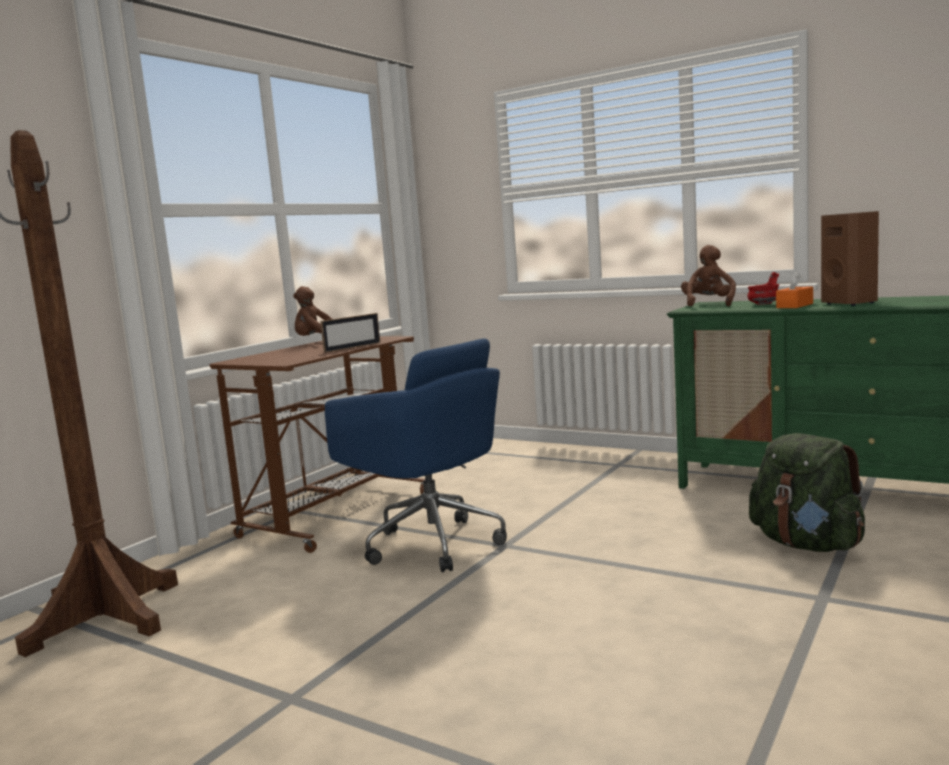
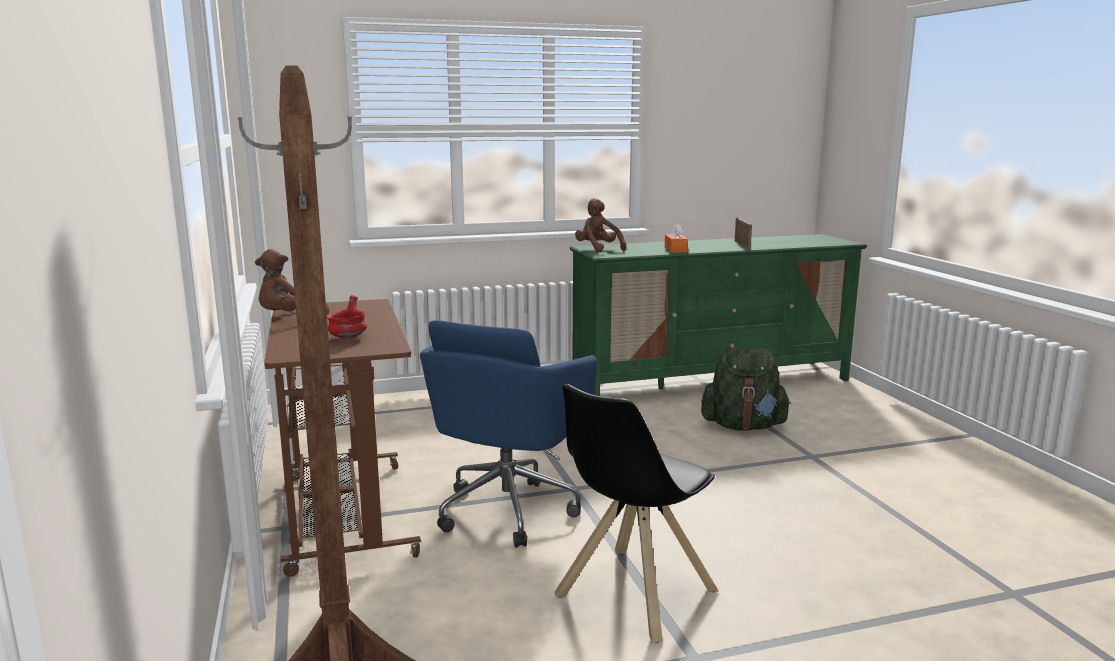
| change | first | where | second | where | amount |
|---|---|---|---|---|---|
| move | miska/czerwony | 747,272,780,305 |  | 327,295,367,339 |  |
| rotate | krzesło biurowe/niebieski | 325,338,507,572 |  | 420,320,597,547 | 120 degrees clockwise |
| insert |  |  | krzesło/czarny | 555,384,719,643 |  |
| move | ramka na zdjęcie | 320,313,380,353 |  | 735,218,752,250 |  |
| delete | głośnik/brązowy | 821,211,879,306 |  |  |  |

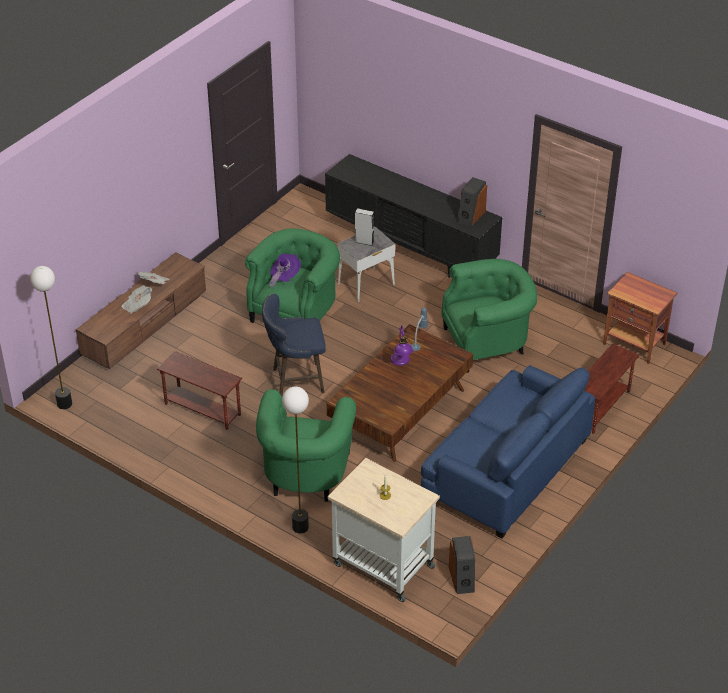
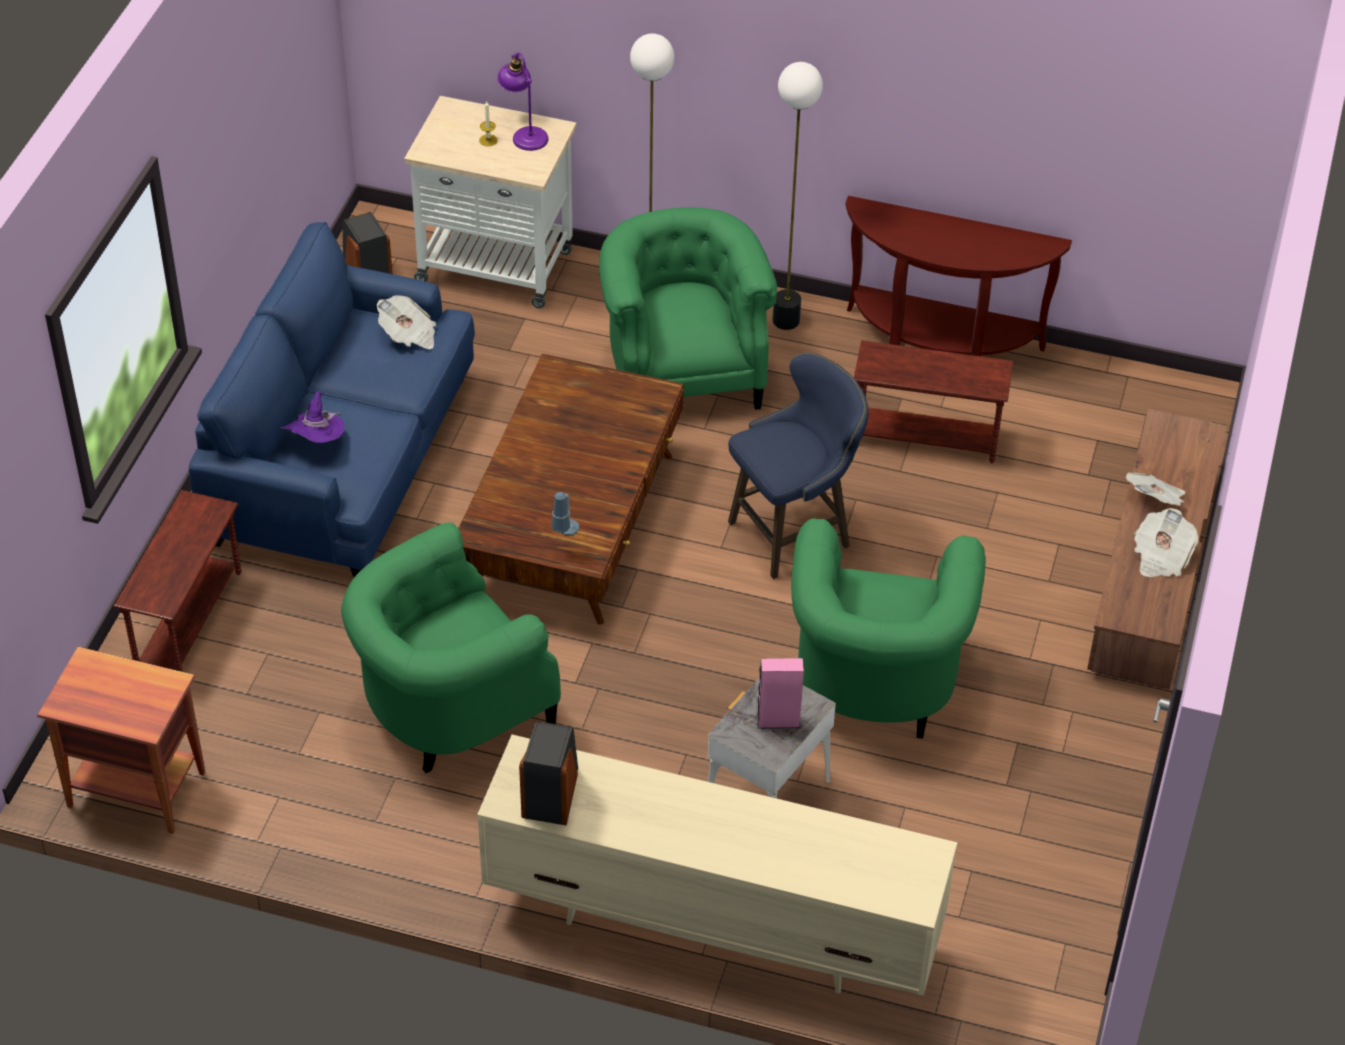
| change | first | where | second | where | amount |
|---|---|---|---|---|---|
| move | kapelusz/fioletowy | 269,254,301,289 |  | 280,391,344,443 |  |
| insert |  |  | gazeta | 377,295,436,349 |  |
| recolor | szafka/czarny | 325,154,503,278 | szafka/beżowy | 477,734,958,996 |  |
| move | lampa stołowa/fioletowy | 390,325,413,366 |  | 497,53,549,151 |  |
| recolor | głośnik/szary | 355,208,374,246 | głośnik/różowy | 757,658,804,728 |  |
| move | lampa stojąca | 30,266,72,409 |  | 773,62,823,330 |  |
| insert |  |  | stolik konsolowy/brązowy | 845,196,1072,356 |  |

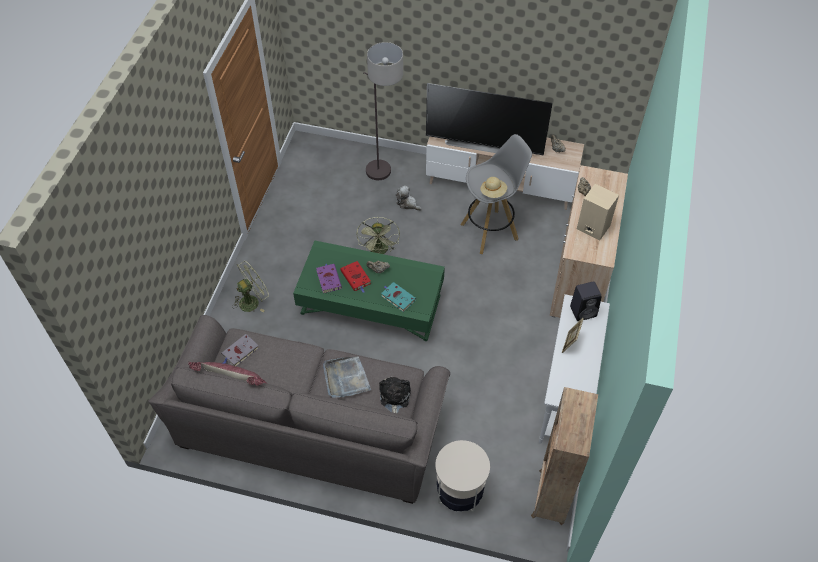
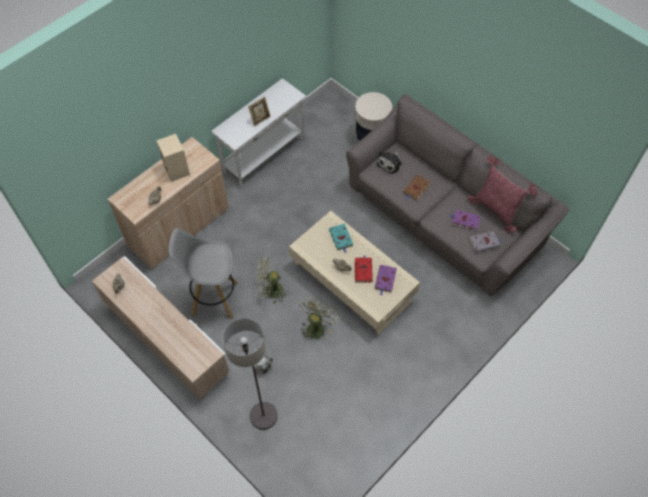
| change | first | where | second | where | amount |
|---|---|---|---|---|---|
| move | wentylator/zielony | 232,261,269,312 |  | 257,257,289,303 |  |
| recolor | ława/zielony | 293,241,445,341 | ława/beżowy | 289,211,420,335 |  |
| replace | taca/szary | 323,356,371,398 | książka/brązowy | 403,175,430,200 |  |
| insert |  |  | książka/fioletowy | 449,210,481,231 |  |
| delete | telewizor | 426,83,553,155 |  |  |  |
| delete | kapelusz/beżowy | 480,177,507,198 |  |  |  |
| delete | regał/brązowy | 531,387,598,525 |  |  |  |
| delete | głośnik/czarny | 570,281,602,321 |  |  |  |

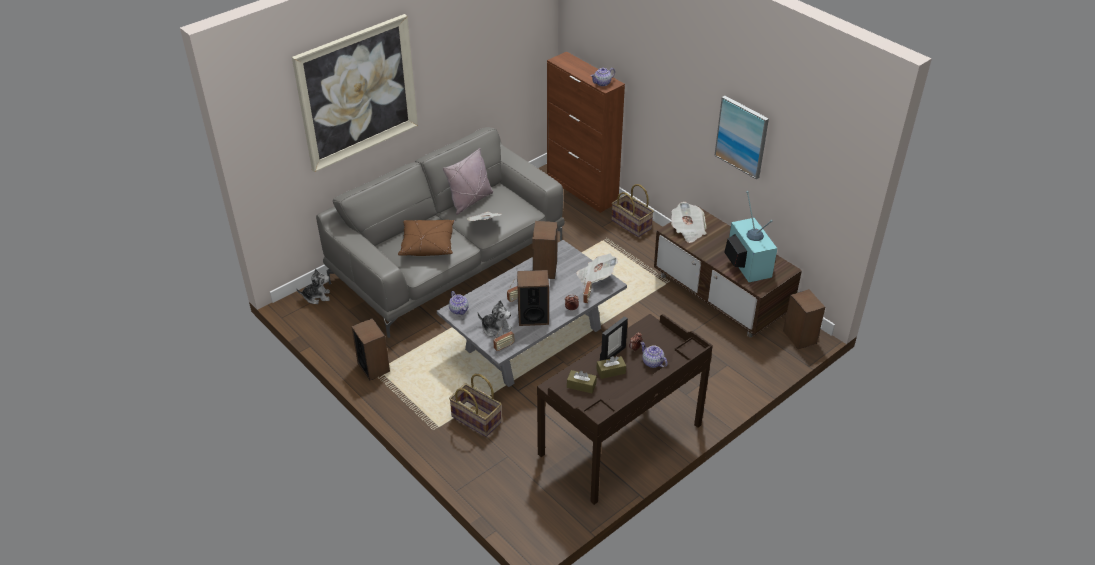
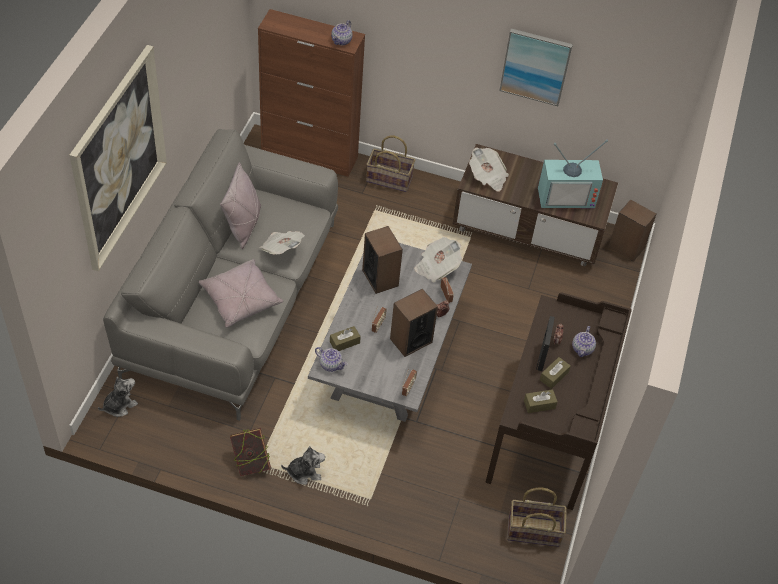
| change | first | where | second | where | amount |
|---|---|---|---|---|---|
| recolor | poduszka/brązowy | 398,220,455,256 | poduszka/fioletowy | 199,259,283,328 |  |
| replace | głośnik | 351,318,390,381 | książka | 230,428,271,476 |  |
| move | pluszak | 478,300,512,337 |  | 281,446,325,485 |  |
| insert |  |  | pudełko chusteczek/brązowy | 330,326,361,351 |  |
| move | koszyk | 449,374,501,437 |  | 507,487,567,547 |  |
| rotate | telewizor | 724,191,777,282 |  | 538,139,608,208 | 135 degrees clockwise |
| rotate | imbryk | 640,342,668,368 |  | 572,326,596,357 | 90 degrees counterclockwise |

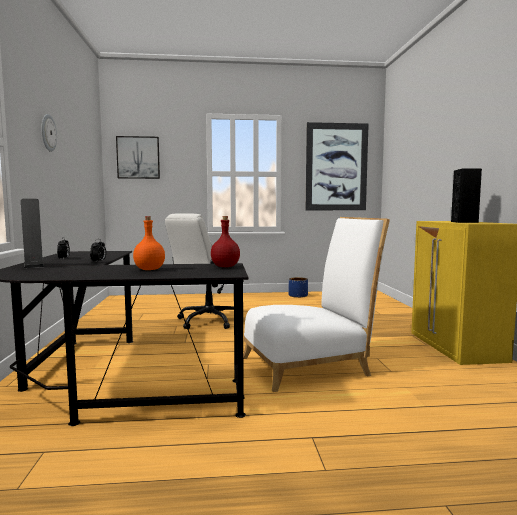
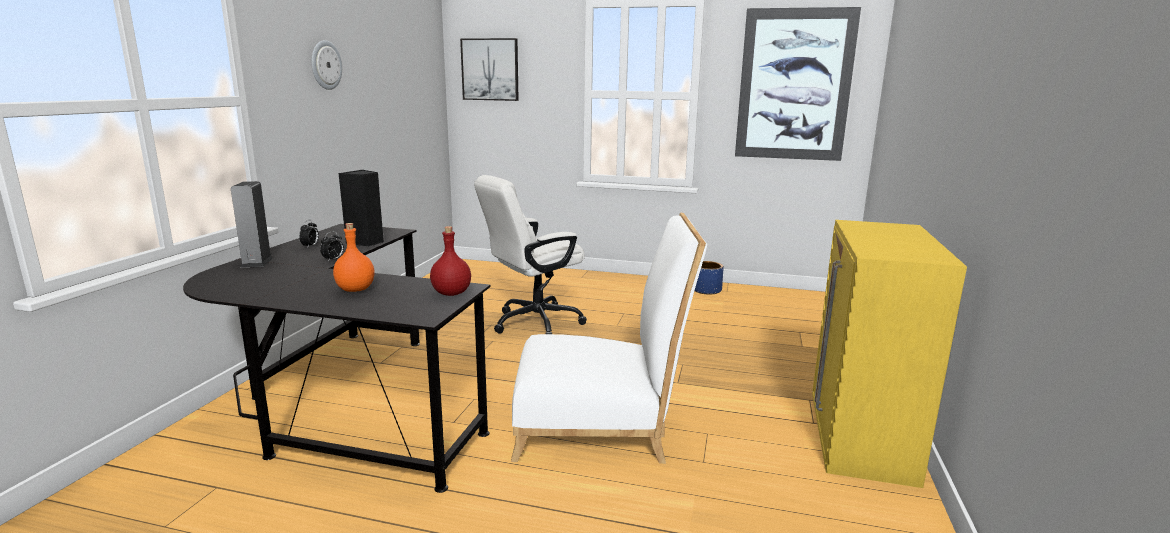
| change | first | where | second | where | amount |
|---|---|---|---|---|---|
| move | głośnik/czarny | 451,168,482,223 |  | 339,170,384,247 |  |

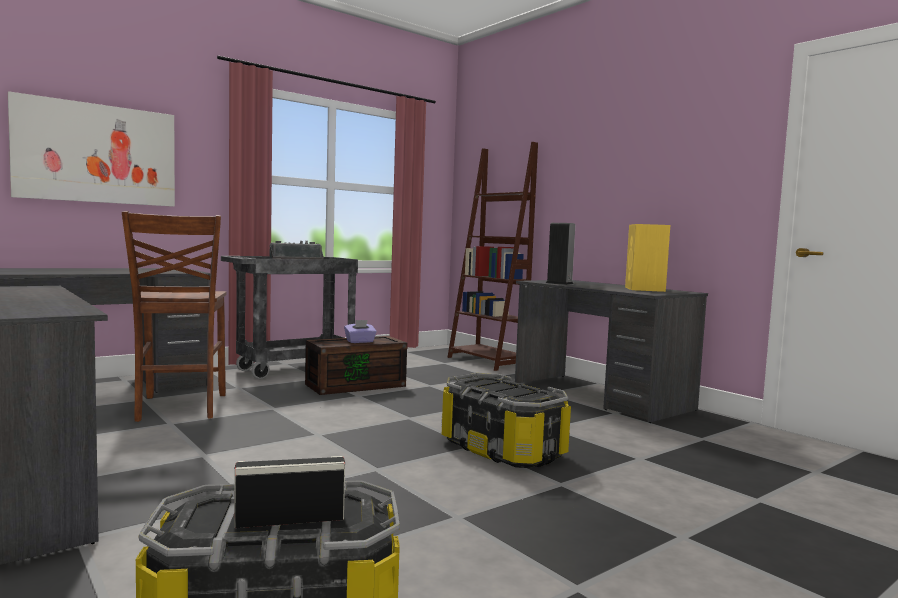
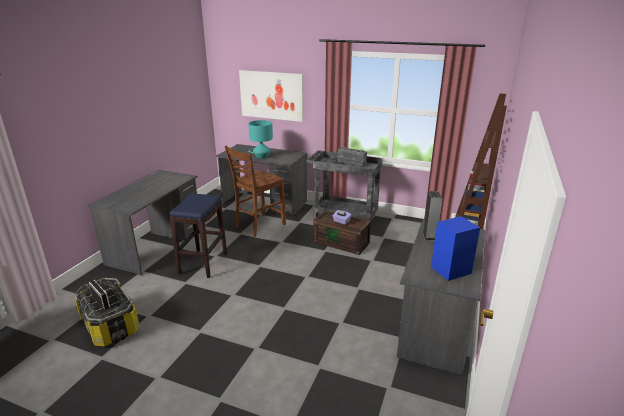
| change | first | where | second | where | amount |
|---|---|---|---|---|---|
| insert |  |  | stołek | 170,193,227,278 |  |
| insert |  |  | lampa stołowa/turkusowy | 248,120,273,159 |  |
| recolor | głośnik/żółty | 625,224,670,292 | głośnik/niebieski | 431,216,480,281 |  |
| delete | pojemnik do przechowywania | 441,373,571,468 |  |  |  |

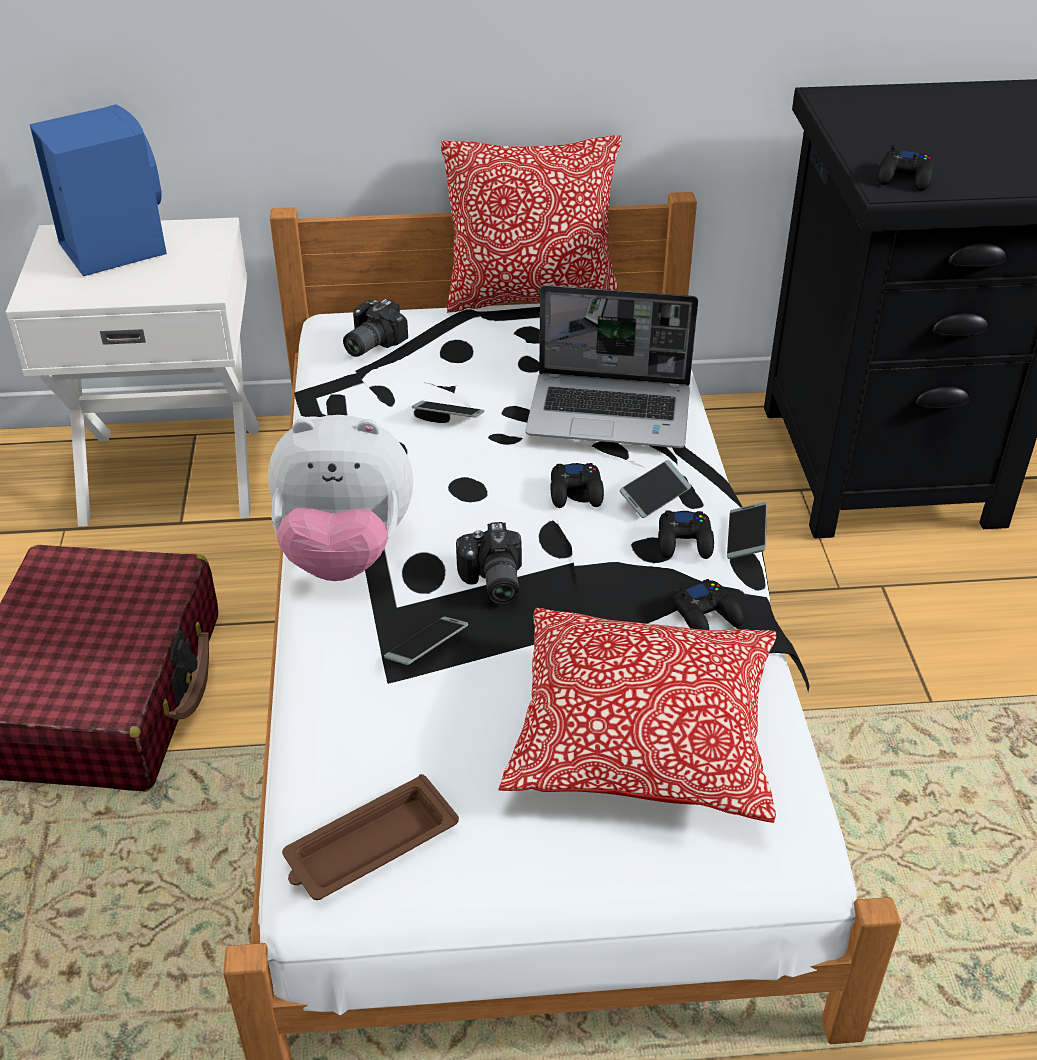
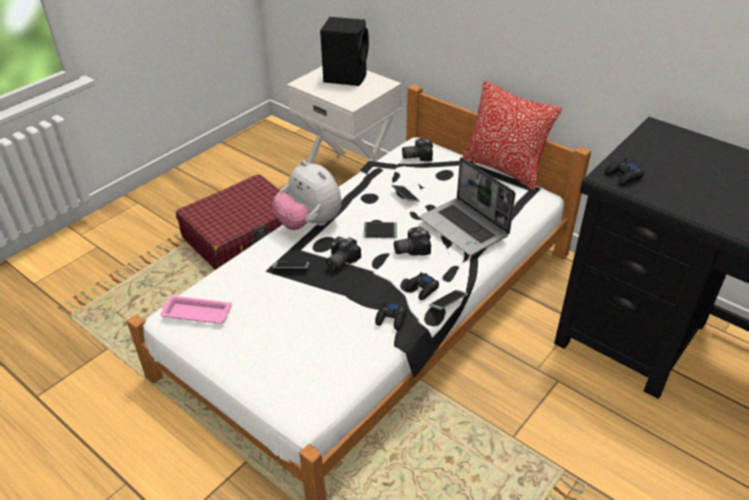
| change | first | where | second | where | amount |
|---|---|---|---|---|---|
| recolor | taca/brązowy | 282,774,459,900 | taca/różowy | 160,296,232,324 |  |
| recolor | głośnik/niebieski | 30,104,167,276 | głośnik/czarny | 320,17,369,86 |  |
| move | telefon | 620,460,691,518 |  | 364,222,397,238 |  |
| replace | pad do gier/czarny | 550,463,604,508 | aparat fotograficzny | 394,226,431,256 |  |
| delete | poduszka | 498,608,776,823 |  |  |  |

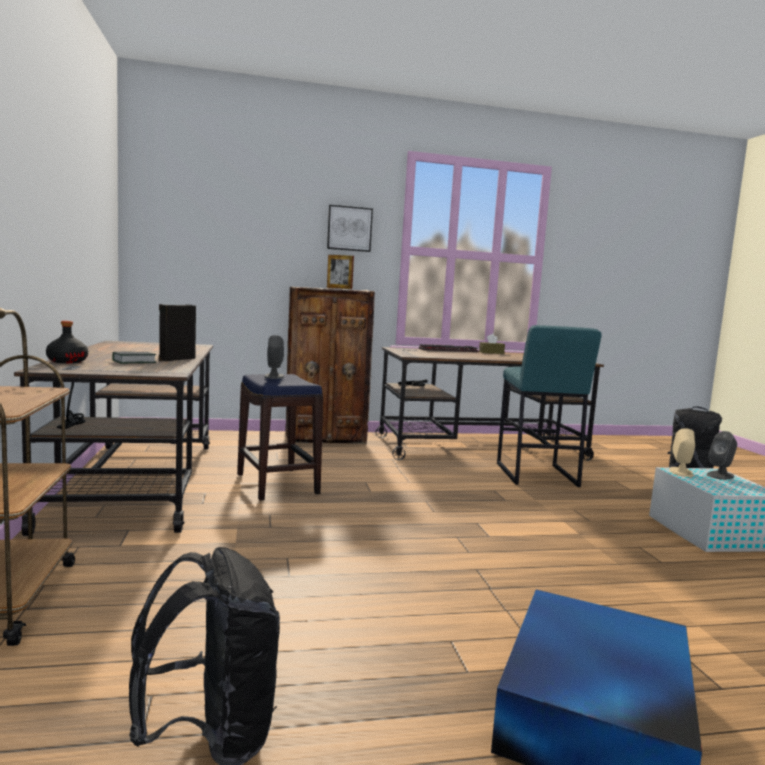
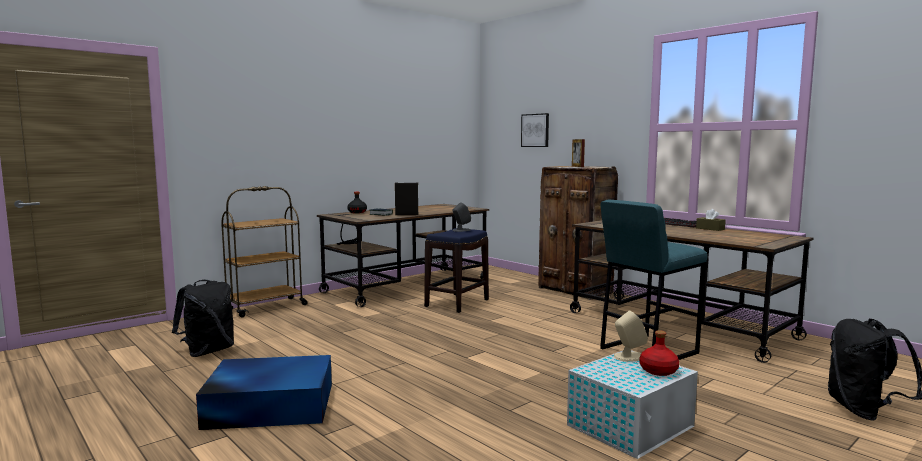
| change | first | where | second | where | amount |
|---|---|---|---|---|---|
| move | obraz | 327,205,373,252 |  | 521,113,549,147 |  |
| replace | głośnik/szary | 706,431,737,480 | butelka/czerwony | 639,330,679,376 |  |

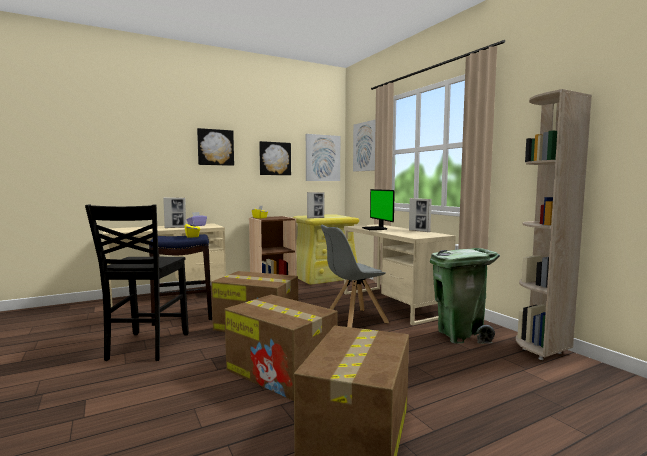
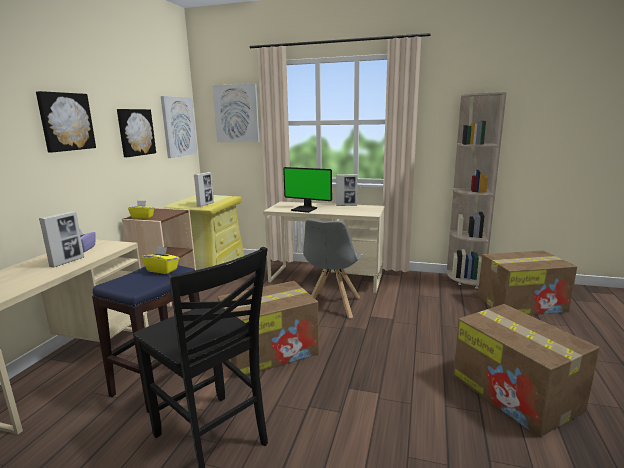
| change | first | where | second | where | amount |
|---|---|---|---|---|---|
| move | karton | 225,295,338,401 |  | 478,250,577,315 |  |
| delete | kosz na śmieci/zielony | 430,248,500,344 |  |  |  |

